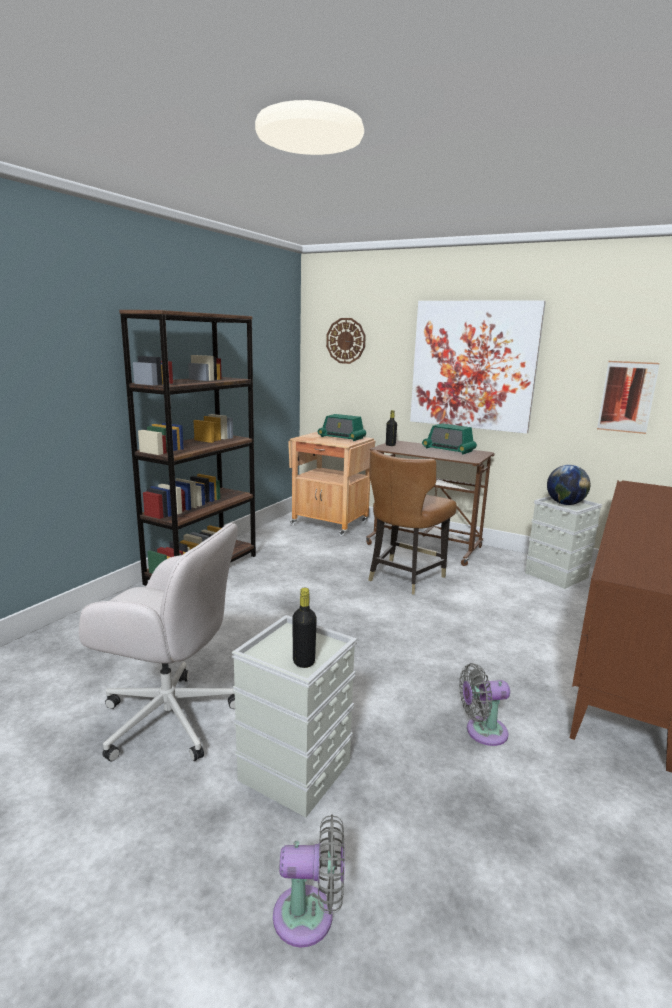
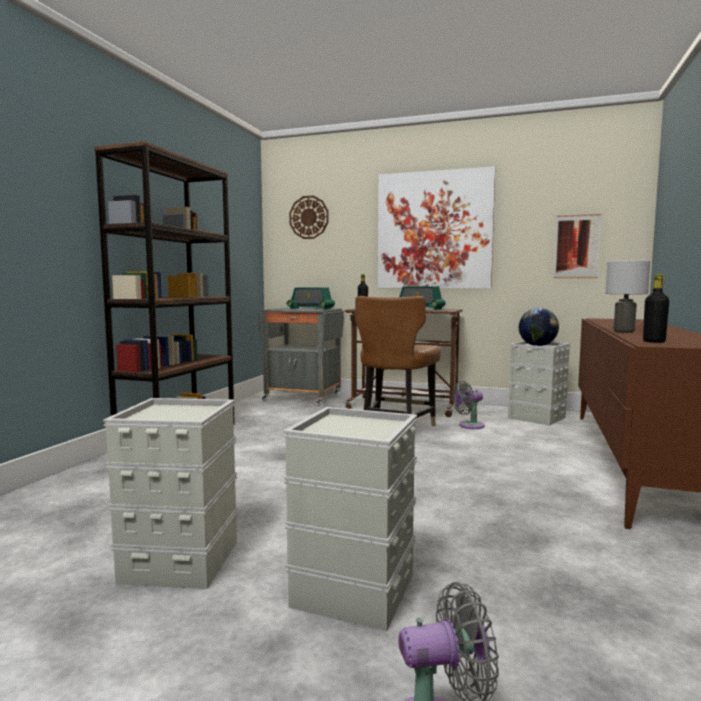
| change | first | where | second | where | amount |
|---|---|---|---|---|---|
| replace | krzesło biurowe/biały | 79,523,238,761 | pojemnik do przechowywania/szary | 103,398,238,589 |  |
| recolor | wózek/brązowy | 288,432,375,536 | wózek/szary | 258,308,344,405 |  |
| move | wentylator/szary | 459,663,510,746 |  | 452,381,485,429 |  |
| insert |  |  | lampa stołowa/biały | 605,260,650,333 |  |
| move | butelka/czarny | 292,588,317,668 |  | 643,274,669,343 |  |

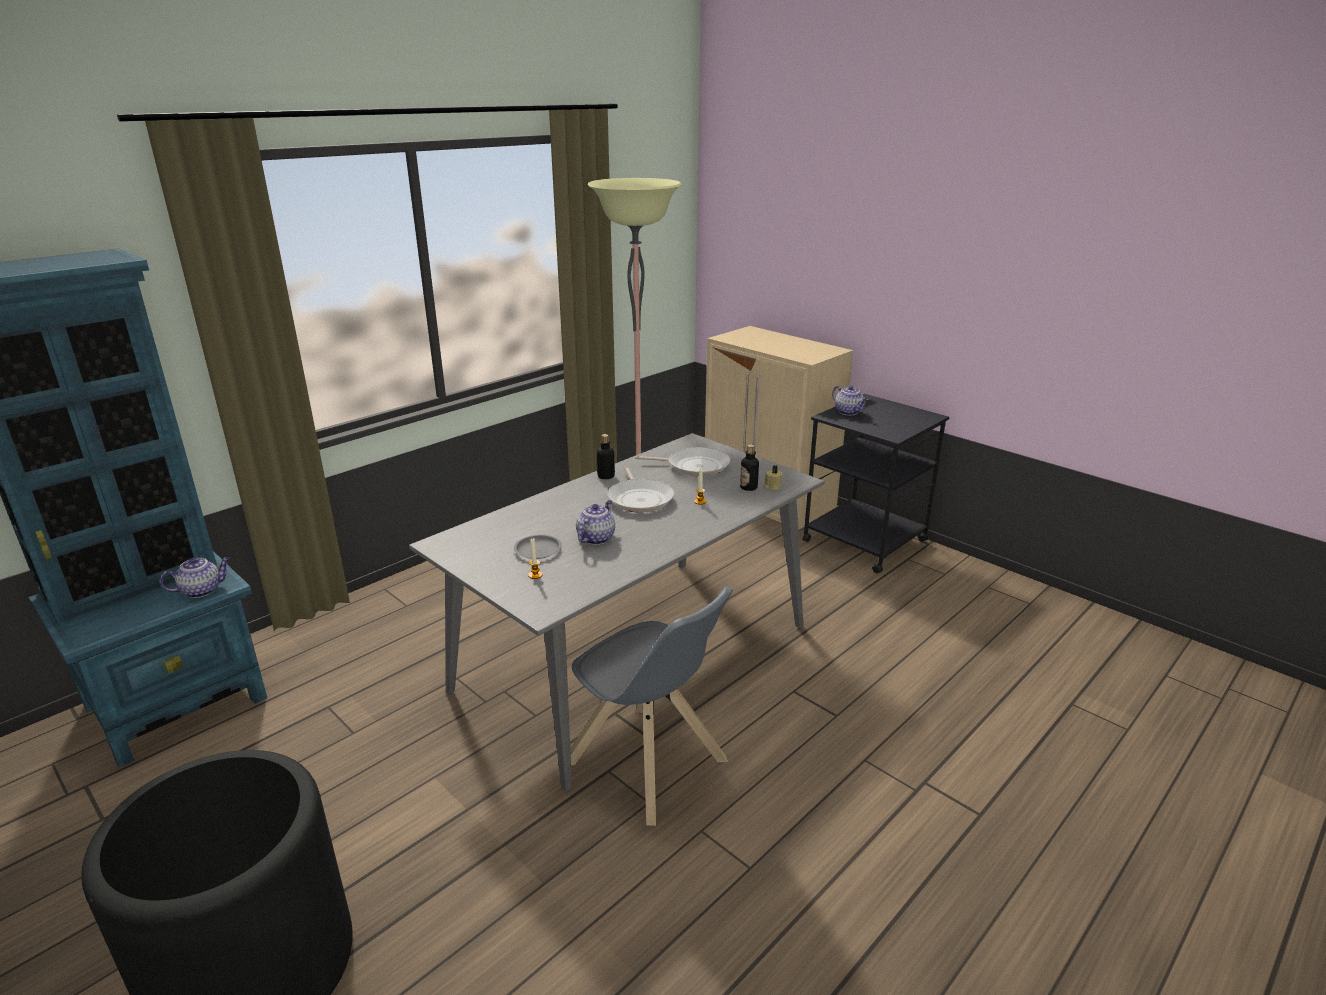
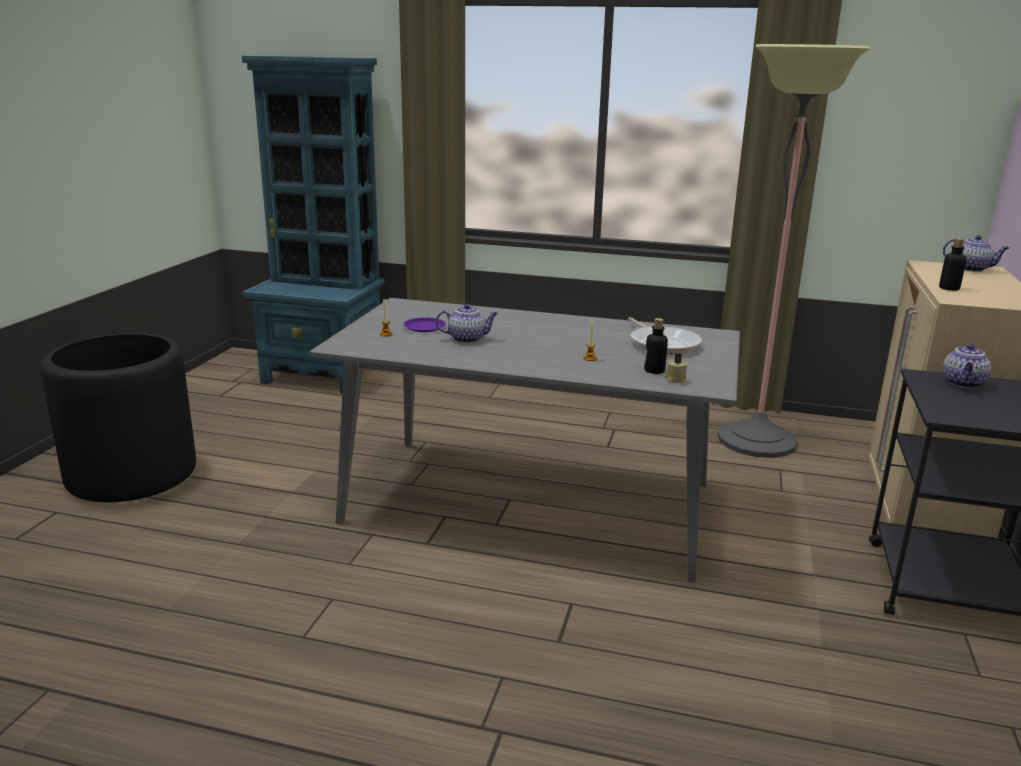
| change | first | where | second | where | amount |
|---|---|---|---|---|---|
| recolor | talerz/szary | 514,535,562,559 | talerz/fioletowy | 403,317,446,332 |  |
| move | butelka | 596,434,615,479 |  | 939,238,966,291 |  |
| move | imbryk | 160,557,230,598 |  | 943,235,1009,272 |  |
| delete | krzesło/szary | 570,587,733,826 |  |  |  |
| delete | patelnia | 607,466,674,513 |  |  |  |

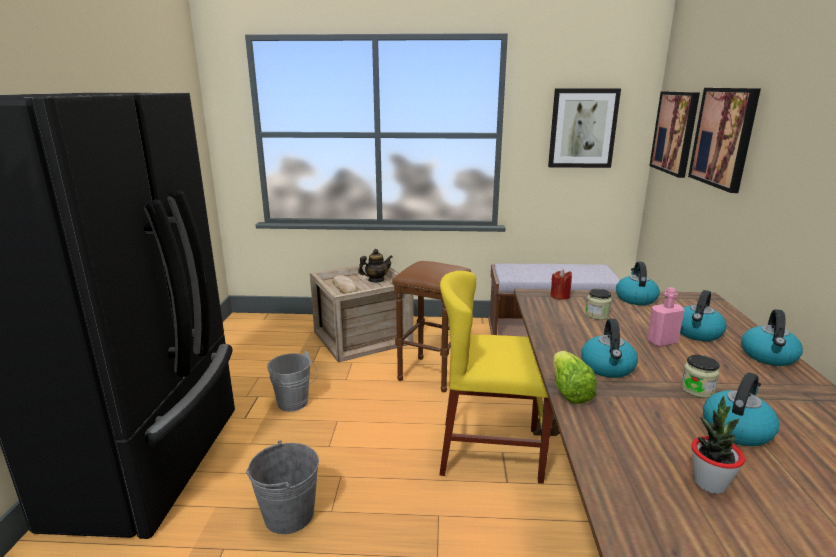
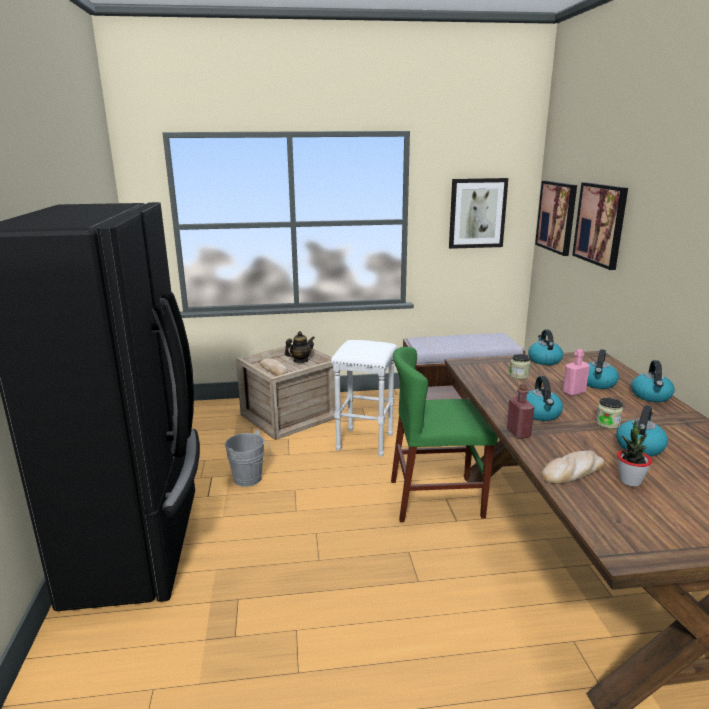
| change | first | where | second | where | amount |
|---|---|---|---|---|---|
| recolor | stołek/brązowy | 392,261,471,392 | stołek/biały | 331,340,397,457 |  |
| recolor | krzesło/żółty | 439,271,553,484 | krzesło/zielony | 391,347,498,522 |  |
| replace | sałata | 553,351,597,404 | butelka/czerwony | 507,384,534,439 |  |
| insert |  |  | chleb | 541,450,605,484 |  |
| delete | wiadro/szary | 246,440,319,534 |  |  |  |
| delete | świeca/czerwony | 550,269,572,300 |  |  |  |

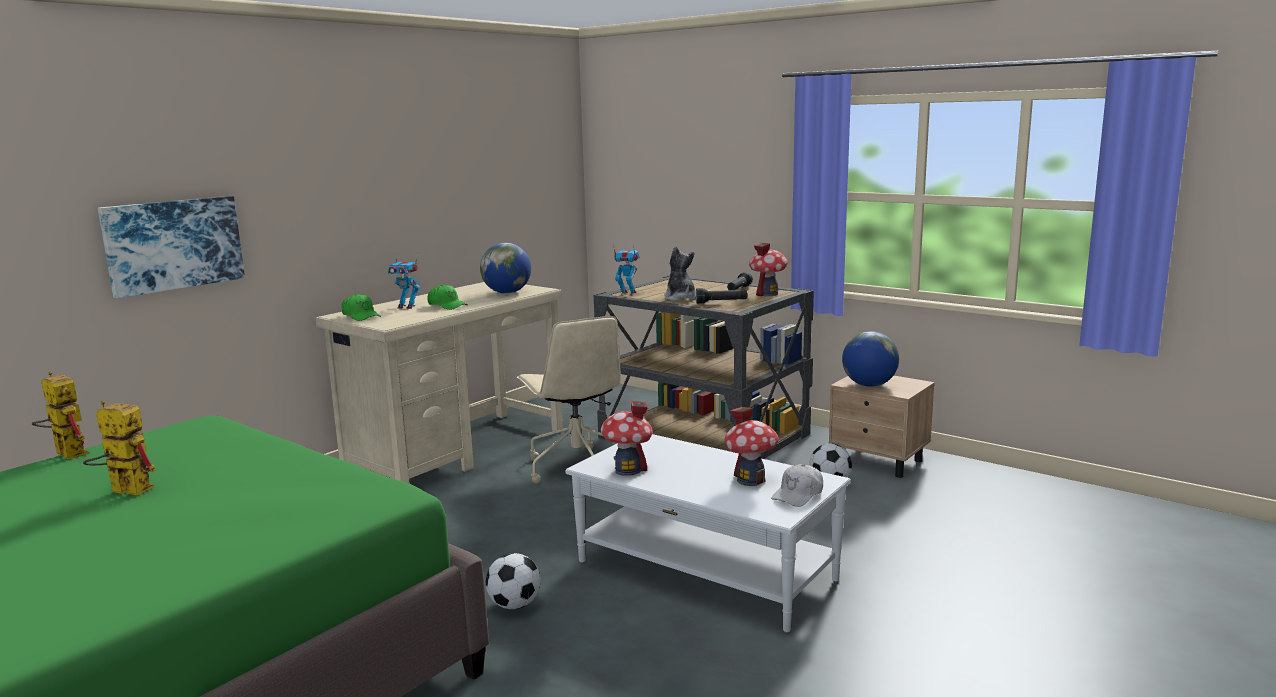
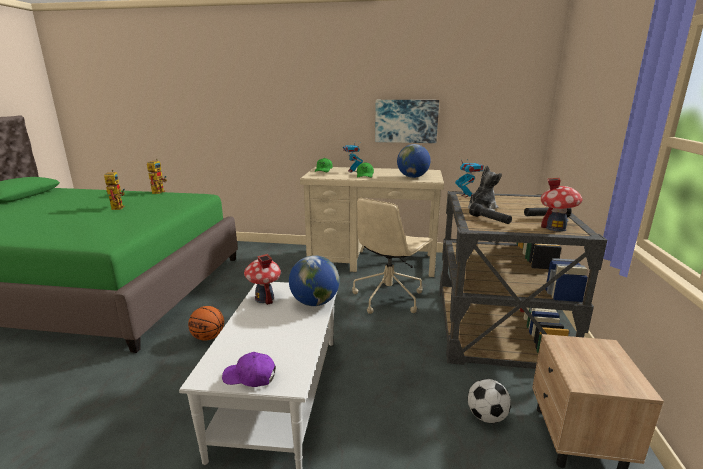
| change | first | where | second | where | amount |
|---|---|---|---|---|---|
| replace | piłka futbolowa | 486,553,541,609 | piłka do koszykówki | 188,306,224,341 |  |
| recolor | czapka z daszkiem/biały | 771,464,823,507 | czapka z daszkiem/fioletowy | 222,352,276,387 |  |
| move | globus | 842,331,899,387 |  | 289,255,339,306 |  |
| move | obraz | 98,196,245,298 |  | 375,100,439,143 |  |
| delete | domek | 725,407,779,486 |  |  |  |

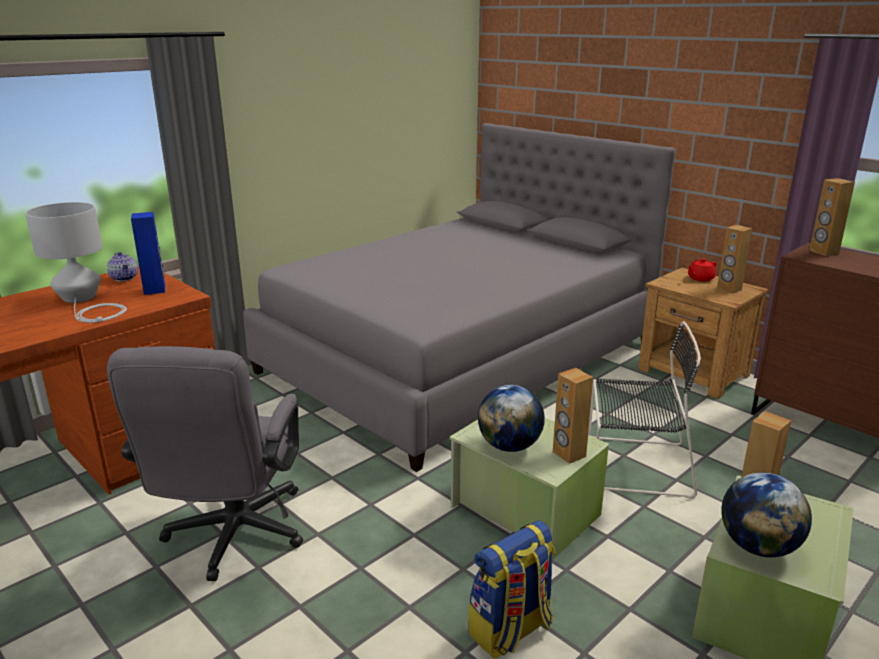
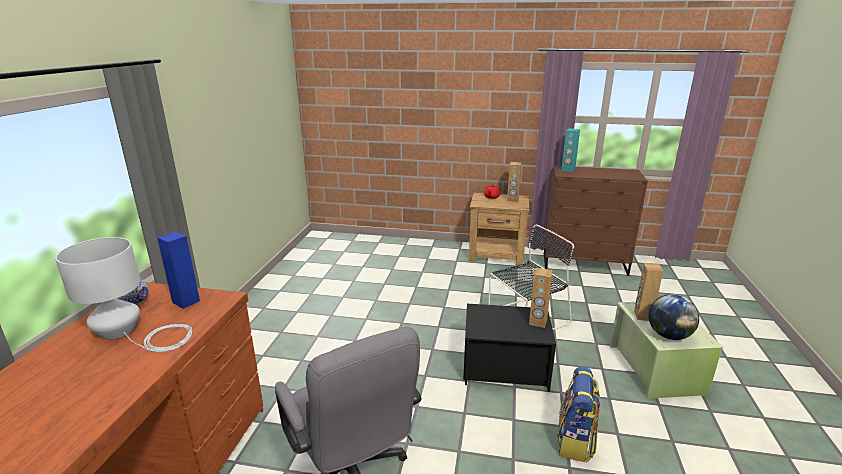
| change | first | where | second | where | amount |
|---|---|---|---|---|---|
| recolor | pojemnik do przechowywania/zielony | 450,418,609,560 | pojemnik do przechowywania/czarny | 463,304,556,392 |  |
| recolor | głośnik/brązowy | 809,178,855,256 | głośnik/turkusowy | 561,128,580,172 |  |
| delete | łóżko/szary | 243,123,676,472 |  |  |  |
| delete | globus | 478,385,545,452 |  |  |  |

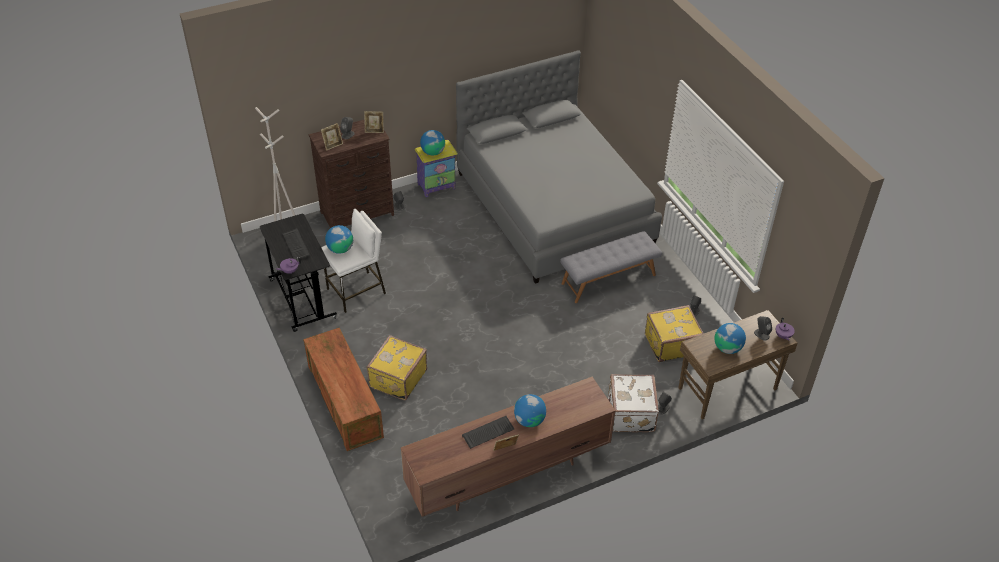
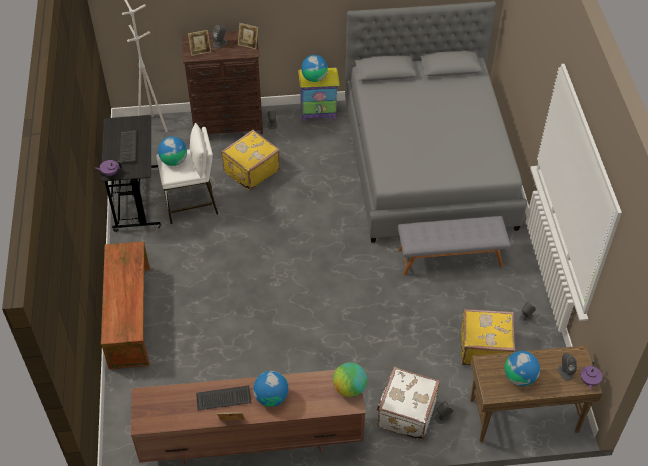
| change | first | where | second | where | amount |
|---|---|---|---|---|---|
| move | walizka/żółty | 366,335,427,400 |  | 221,130,280,191 |  |
| insert |  |  | globus | 333,362,367,397 |  |

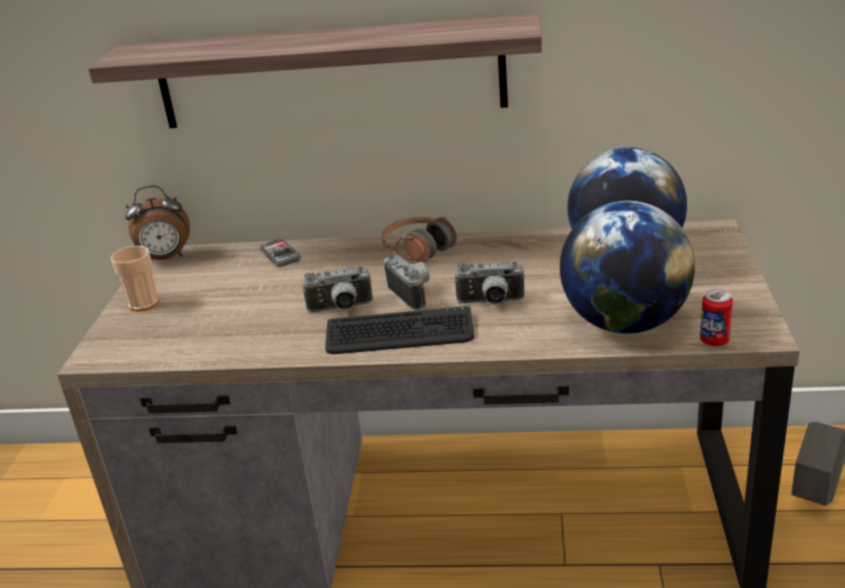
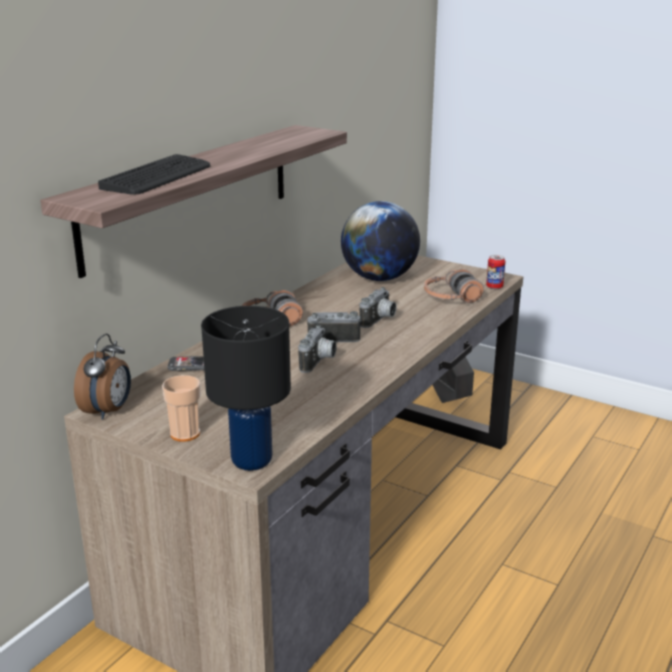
| change | first | where | second | where | amount |
|---|---|---|---|---|---|
| move | klawiatura | 325,306,474,354 |  | 98,154,210,195 |  |
| insert |  |  | lampa stołowa/czarny | 201,306,291,471 |  |
| replace | globus | 560,201,695,334 | słuchawki | 424,269,484,303 |  |

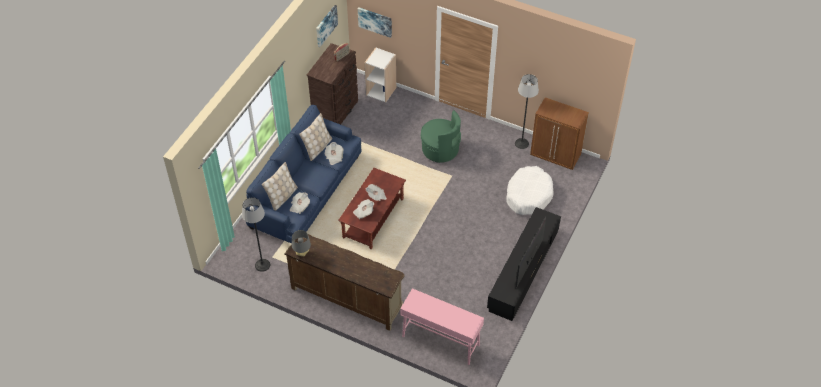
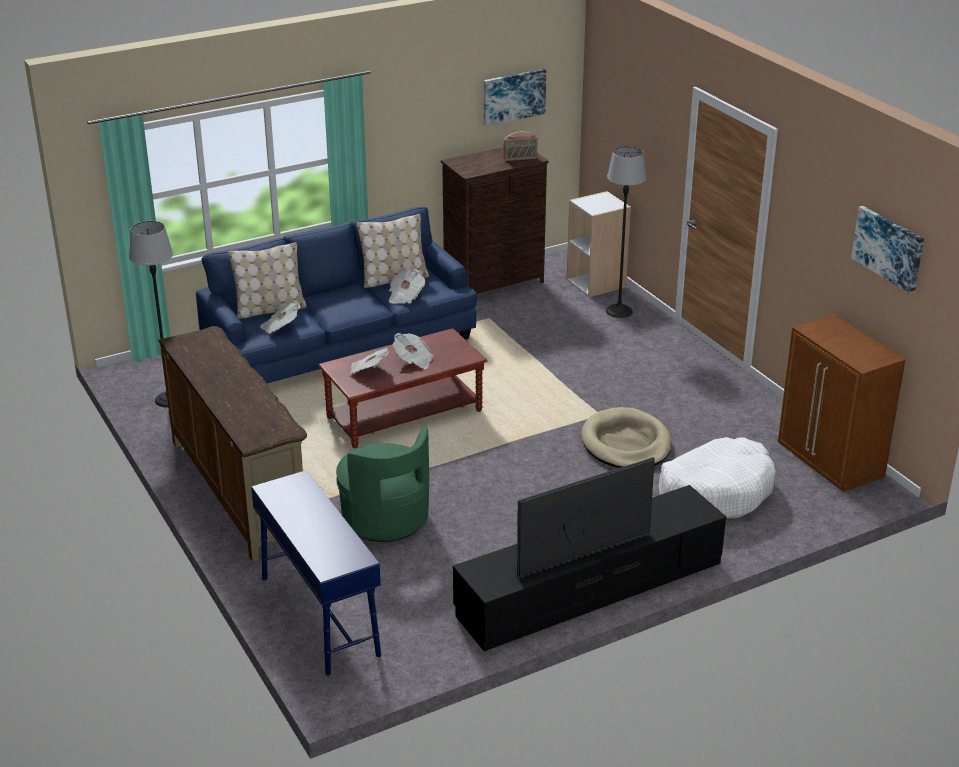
| change | first | where | second | where | amount |
|---|---|---|---|---|---|
| recolor | stolik konsolowy/różowy | 400,288,484,365 | stolik konsolowy/niebieski | 251,470,381,675 |  |
| move | fotel/zielony | 421,110,461,163 |  | 336,428,429,542 |  |
| insert |  |  | legowisko/beżowy | 581,407,672,468 |  |
| move | lampa stojąca | 515,74,539,149 |  | 606,146,646,318 |  |
| move | obraz | 358,7,392,38 |  | 851,206,924,293 |  |
| delete | lampa stołowa/szary | 292,230,311,256 |  |  |  |

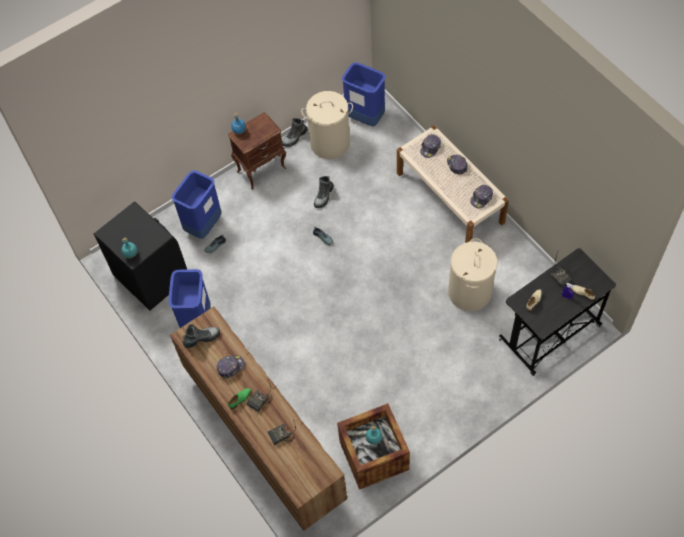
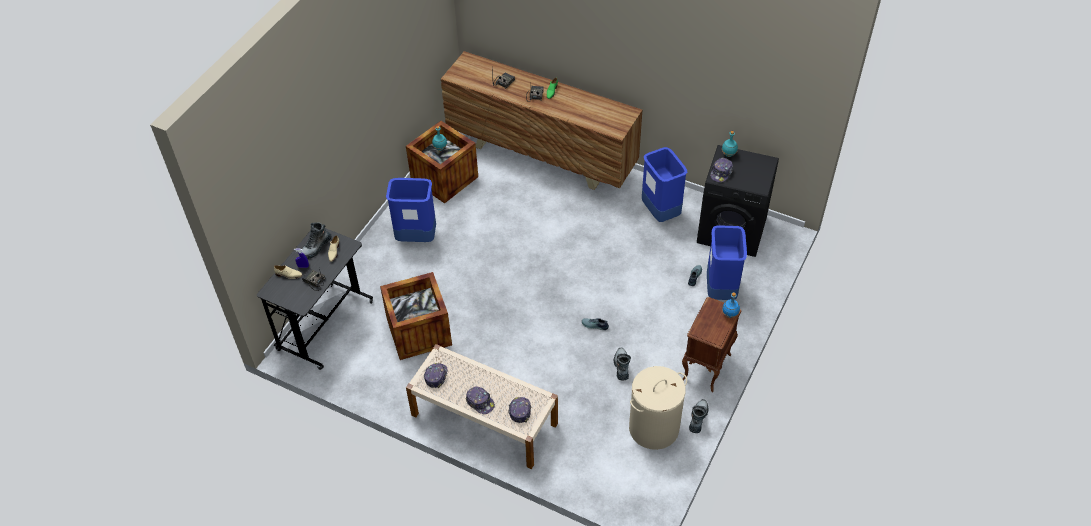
| change | first | where | second | where | amount |
|---|---|---|---|---|---|
| move | but z cholewką | 182,324,220,348 |  | 299,222,331,259 |  |
| replace | kosz na pranie/beżowy | 448,238,498,311 | skrzynka | 380,272,452,360 |  |
| move | kosz na śmieci/niebieski | 342,63,386,126 |  | 386,178,436,242 |  |
| move | czapka z daszkiem | 217,355,245,379 |  | 710,158,733,182 |  |

